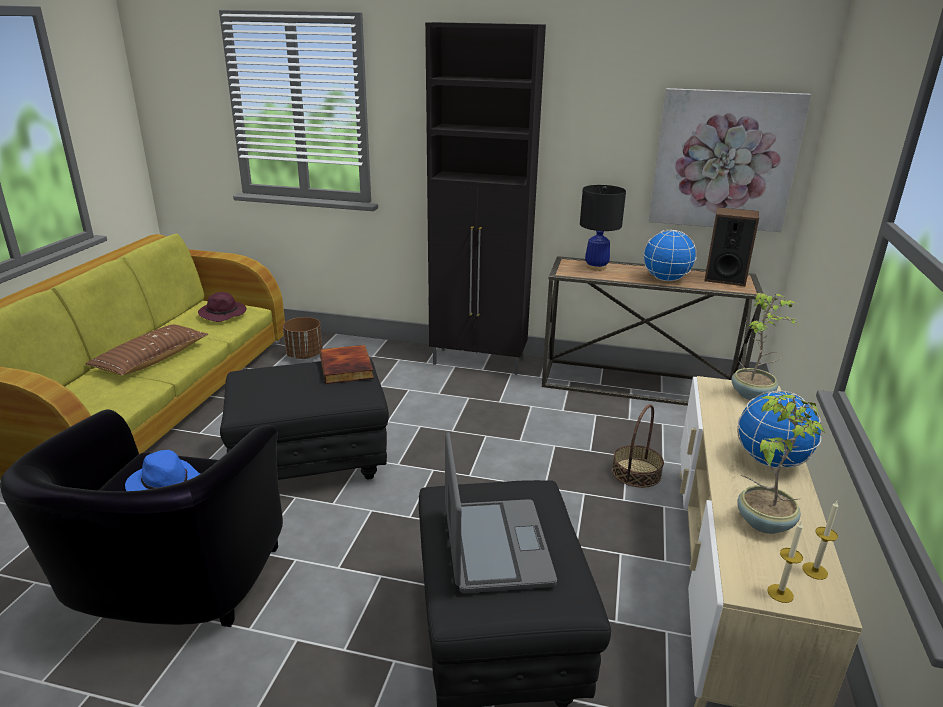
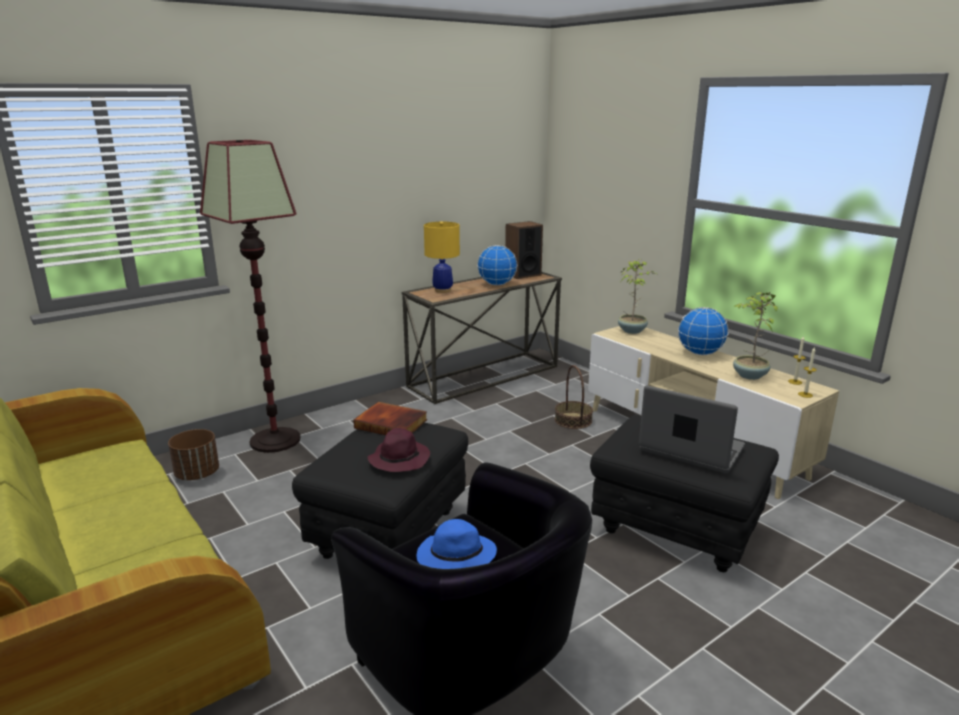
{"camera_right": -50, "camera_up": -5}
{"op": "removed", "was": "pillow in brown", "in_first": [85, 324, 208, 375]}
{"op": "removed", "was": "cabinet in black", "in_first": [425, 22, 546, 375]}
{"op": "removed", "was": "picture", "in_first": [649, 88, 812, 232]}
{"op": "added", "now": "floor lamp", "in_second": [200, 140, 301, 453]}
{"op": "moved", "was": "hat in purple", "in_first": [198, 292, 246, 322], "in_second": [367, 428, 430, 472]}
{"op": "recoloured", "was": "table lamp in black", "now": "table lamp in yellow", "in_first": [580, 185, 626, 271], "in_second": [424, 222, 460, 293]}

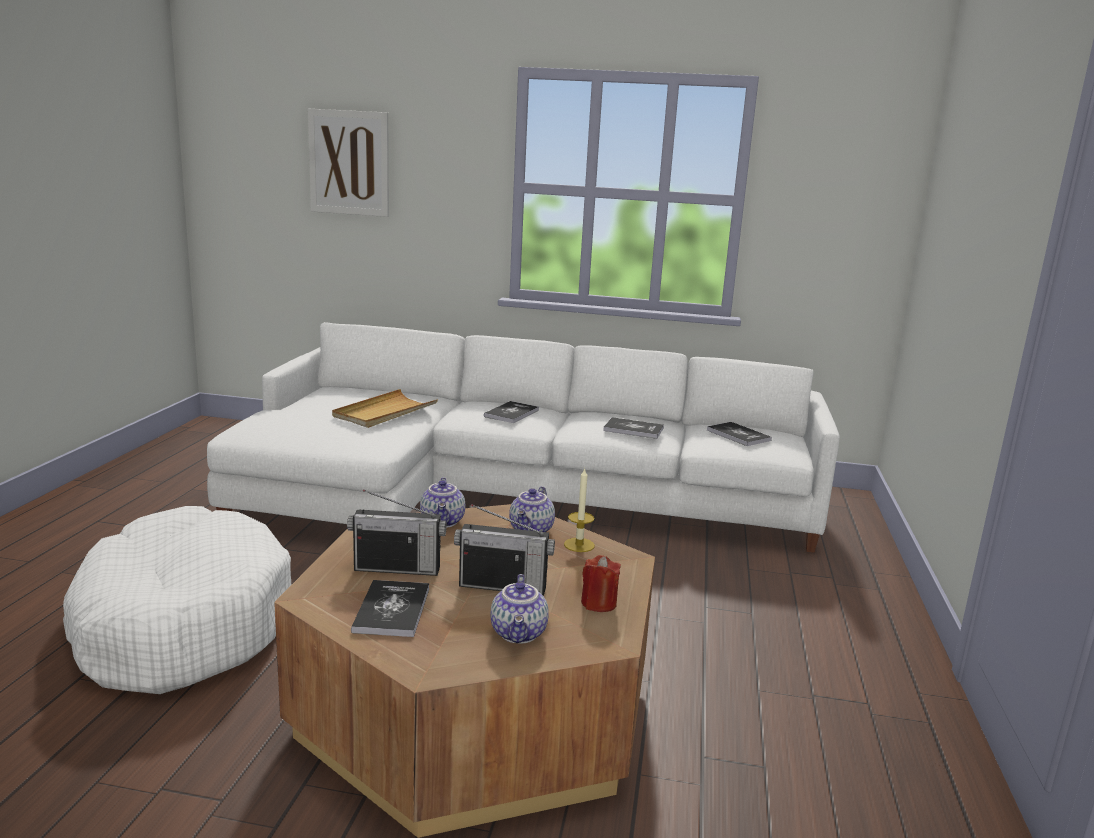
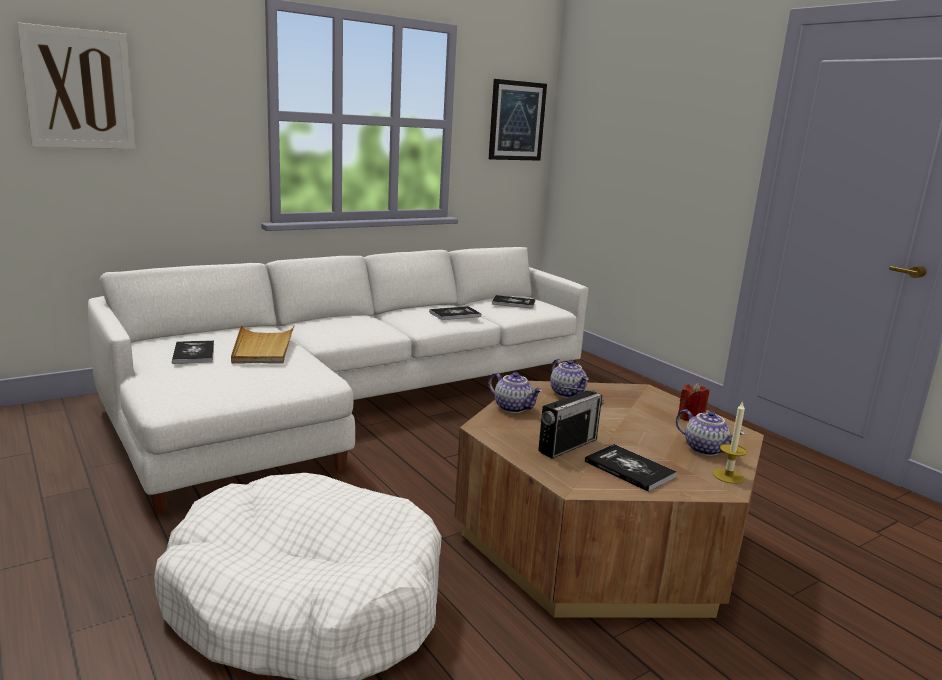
{"camera_right": -45, "camera_up": 0}
{"op": "removed", "was": "radio", "in_first": [454, 504, 555, 596]}
{"op": "added", "now": "picture", "in_second": [489, 79, 547, 161]}
{"op": "moved", "was": "book", "in_first": [484, 401, 539, 423], "in_second": [172, 340, 214, 364]}
{"op": "moved", "was": "candle", "in_first": [564, 468, 595, 552], "in_second": [713, 401, 747, 484]}

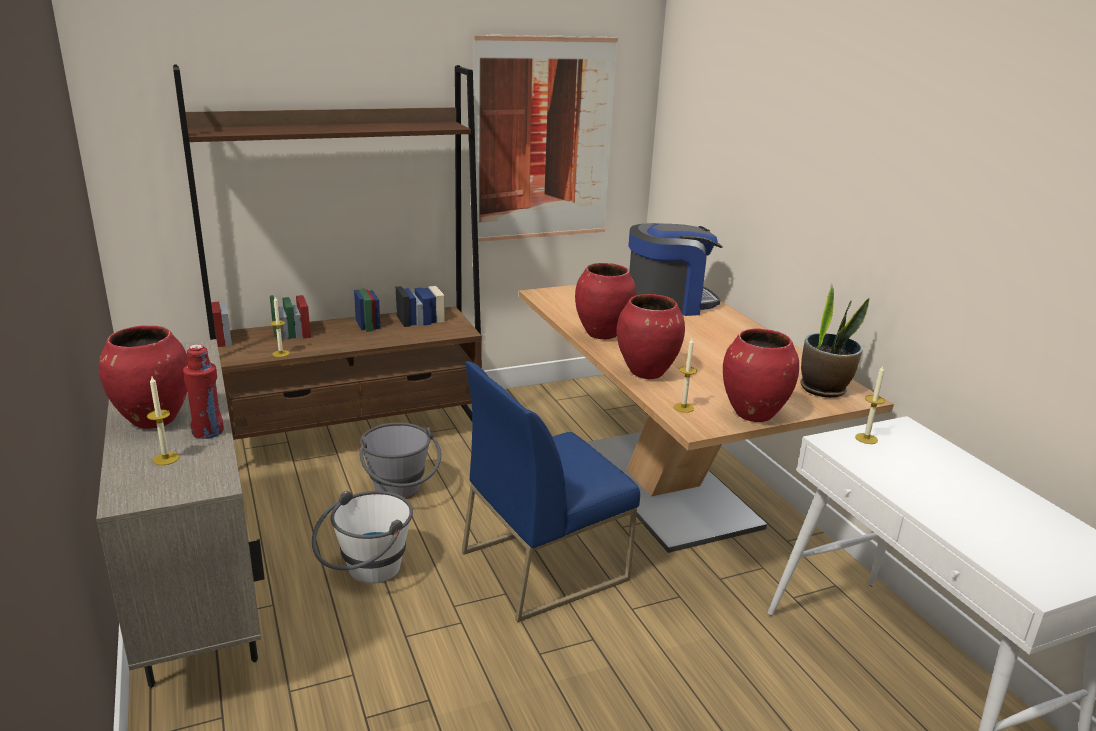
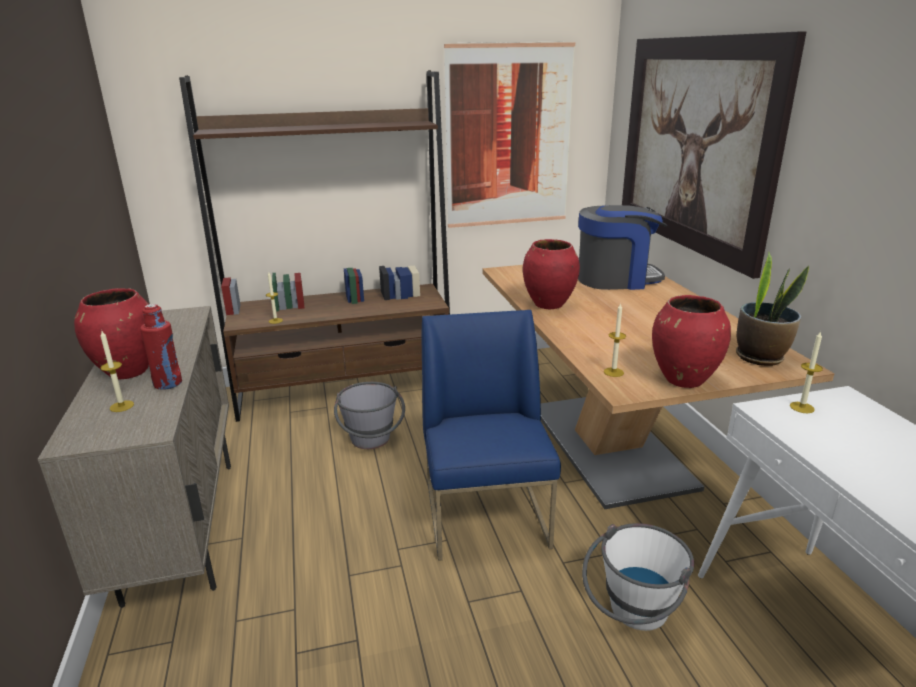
{"camera_right": 10, "camera_up": 0}
{"op": "removed", "was": "vase in red", "in_first": [617, 294, 685, 379]}
{"op": "added", "now": "picture", "in_second": [622, 31, 807, 279]}
{"op": "moved", "was": "bucket in white", "in_first": [312, 490, 413, 584], "in_second": [582, 523, 694, 631]}
{"op": "turned", "was": "chair in blue", "in_first": [462, 361, 640, 622], "in_second": [422, 310, 561, 561], "clockwise": 105}

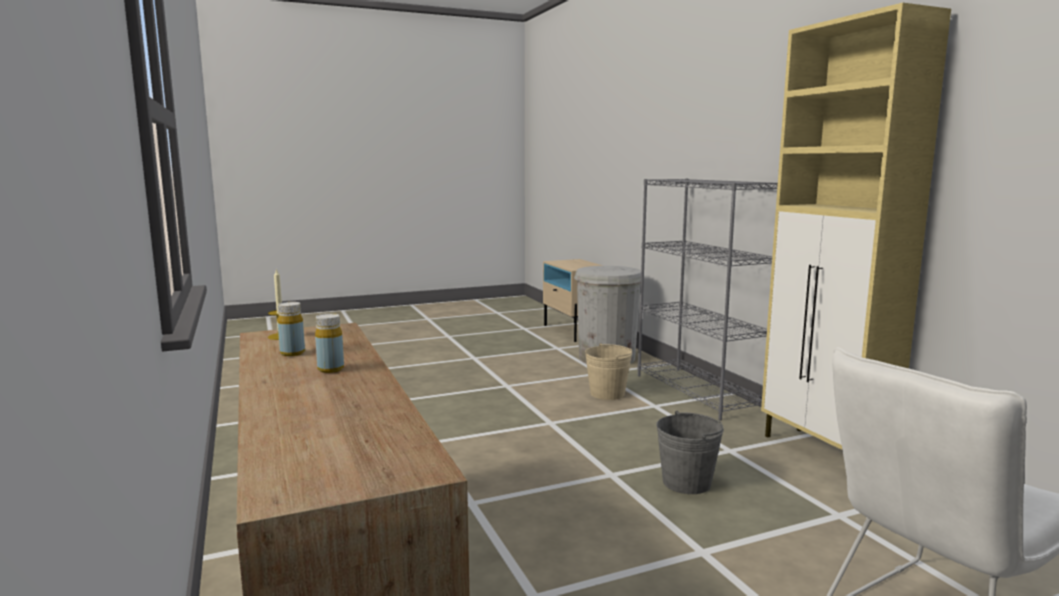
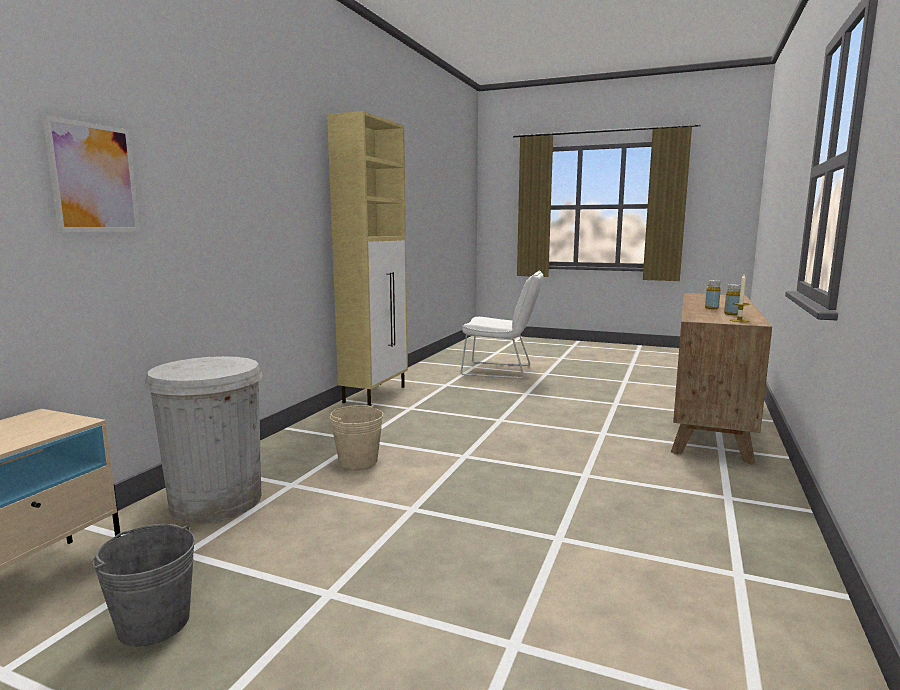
{"camera_right": -135, "camera_up": 0}
{"op": "removed", "was": "bookcase in grey", "in_first": [638, 179, 778, 420]}
{"op": "added", "now": "picture", "in_second": [42, 115, 140, 232]}
{"op": "moved", "was": "bucket in grey", "in_first": [656, 411, 724, 494], "in_second": [92, 524, 195, 647]}

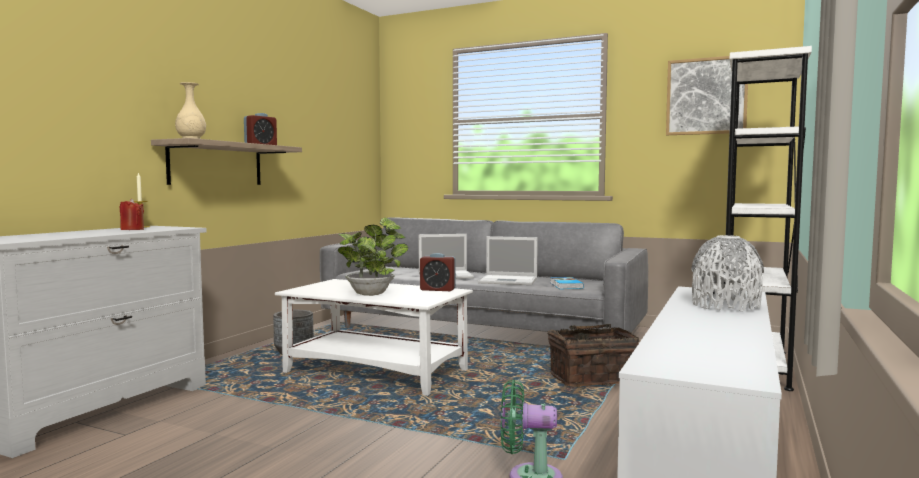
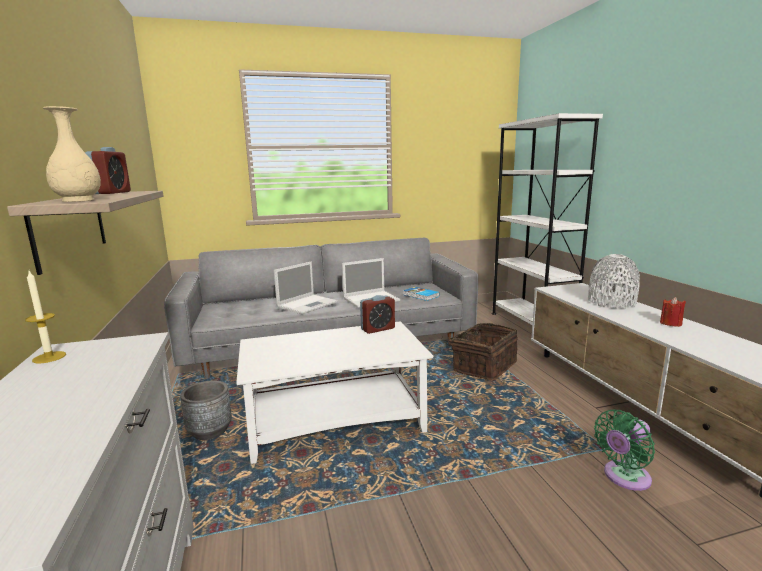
{"camera_right": -40, "camera_up": 10}
{"op": "removed", "was": "potted plant", "in_first": [338, 218, 408, 296]}
{"op": "removed", "was": "picture", "in_first": [666, 56, 748, 135]}
{"op": "moved", "was": "candle in red", "in_first": [119, 199, 144, 230], "in_second": [660, 297, 686, 327]}

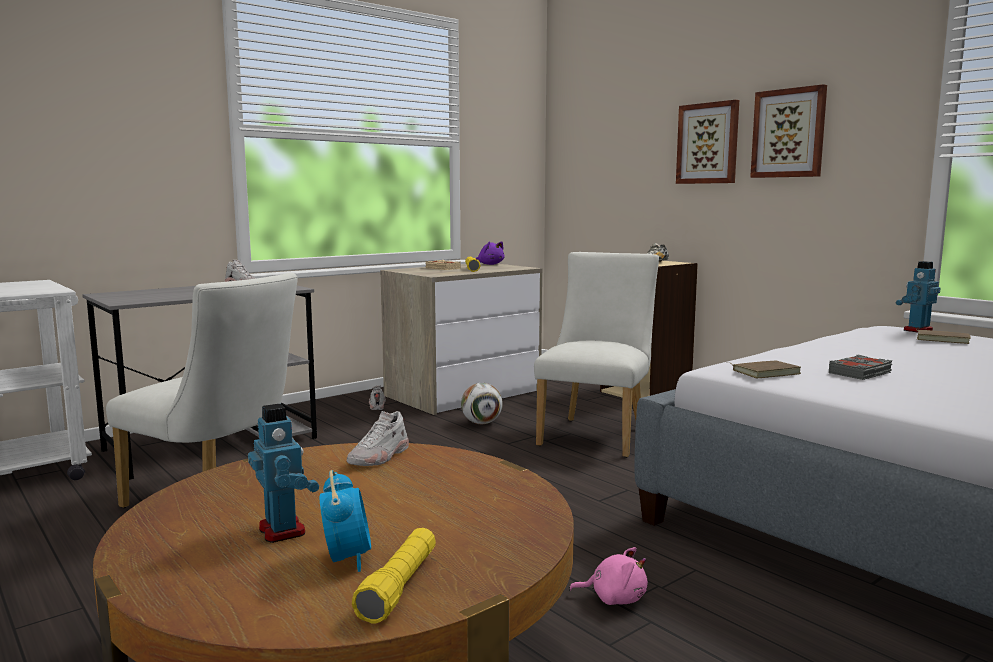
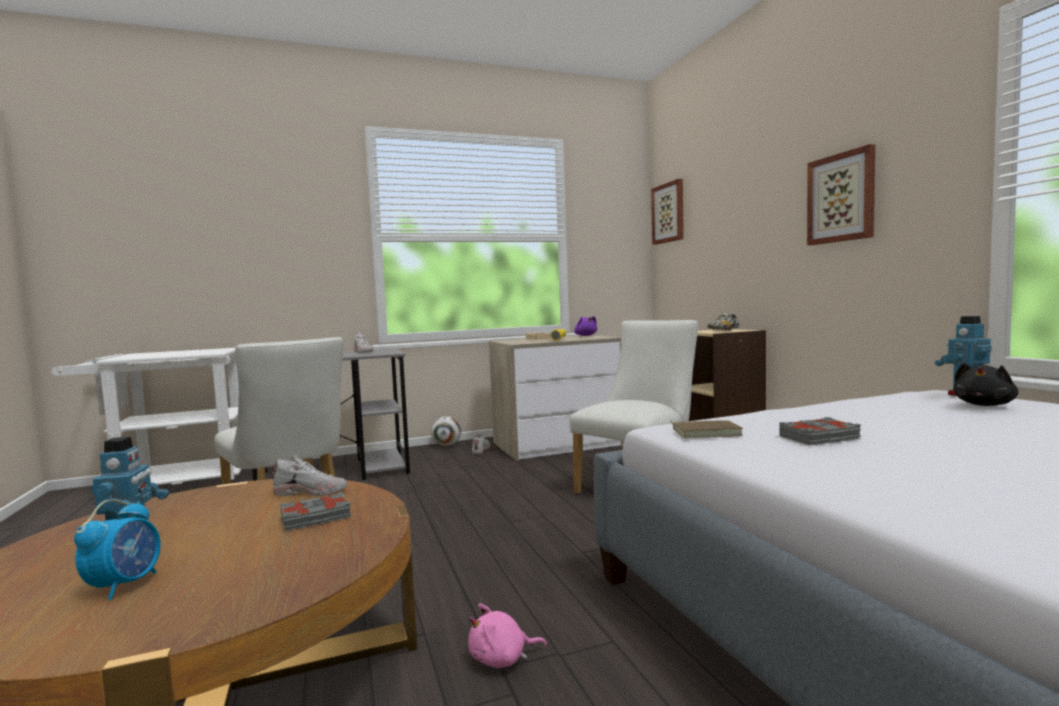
{"camera_right": 20, "camera_up": -5}
{"op": "removed", "was": "flashlight in yellow", "in_first": [352, 528, 436, 624]}
{"op": "added", "now": "book in grey", "in_second": [280, 492, 351, 531]}
{"op": "moved", "was": "football", "in_first": [461, 383, 503, 424], "in_second": [431, 416, 461, 446]}
{"op": "moved", "was": "picture", "in_first": [676, 100, 739, 184], "in_second": [651, 179, 684, 245]}
{"op": "replaced", "was": "book in brown", "now": "plush toy in black", "in_first": [916, 329, 971, 344], "in_second": [954, 362, 1018, 406]}
{"op": "turned", "was": "shoe in white", "in_first": [347, 411, 409, 466], "in_second": [272, 455, 347, 496], "clockwise": -135}
{"op": "turned", "was": "plush toy in pink", "in_first": [569, 547, 648, 605], "in_second": [468, 603, 547, 668], "clockwise": 135}

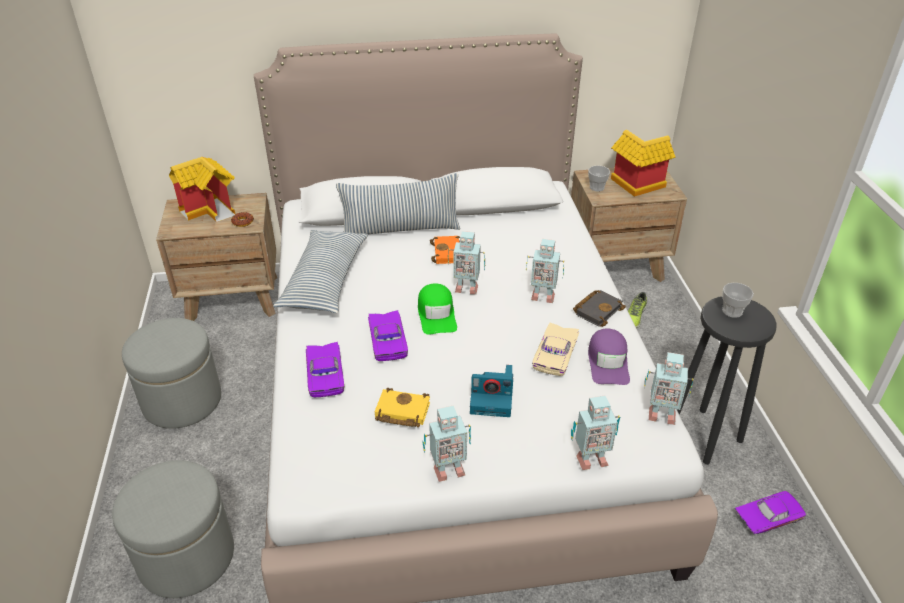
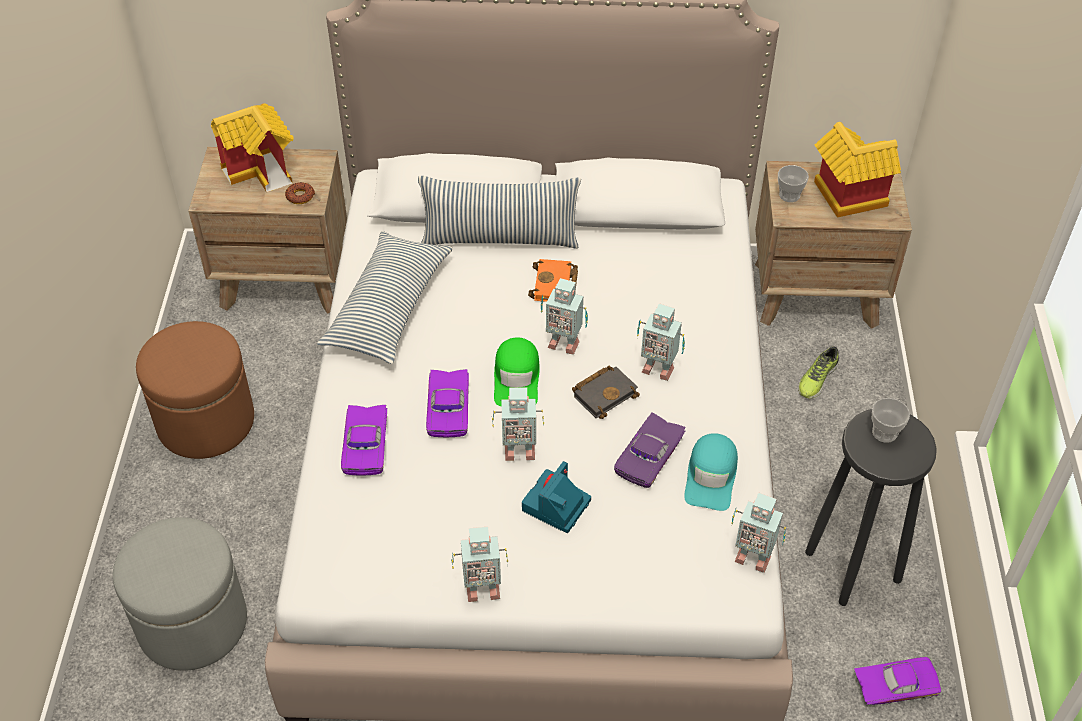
{"camera_right": 10, "camera_up": 10}
{"op": "removed", "was": "book in yellow", "in_first": [375, 388, 430, 427]}
{"op": "moved", "was": "toy robot", "in_first": [571, 396, 621, 470], "in_second": [492, 387, 544, 461]}
{"op": "moved", "was": "book in black", "in_first": [573, 290, 626, 327], "in_second": [572, 366, 640, 419]}
{"op": "recoloured", "was": "ottoman in grey", "now": "ottoman in brown", "in_first": [122, 318, 221, 429], "in_second": [136, 321, 254, 459]}
{"op": "recoloured", "was": "toy car in beige", "now": "toy car in purple", "in_first": [532, 323, 579, 376], "in_second": [614, 413, 686, 488]}
{"op": "recoloured", "was": "cap in purple", "now": "cap in turquoise", "in_first": [588, 328, 630, 385], "in_second": [684, 433, 738, 511]}
{"op": "turned", "was": "photo camera", "in_first": [470, 365, 513, 417], "in_second": [522, 461, 591, 533], "clockwise": 105}

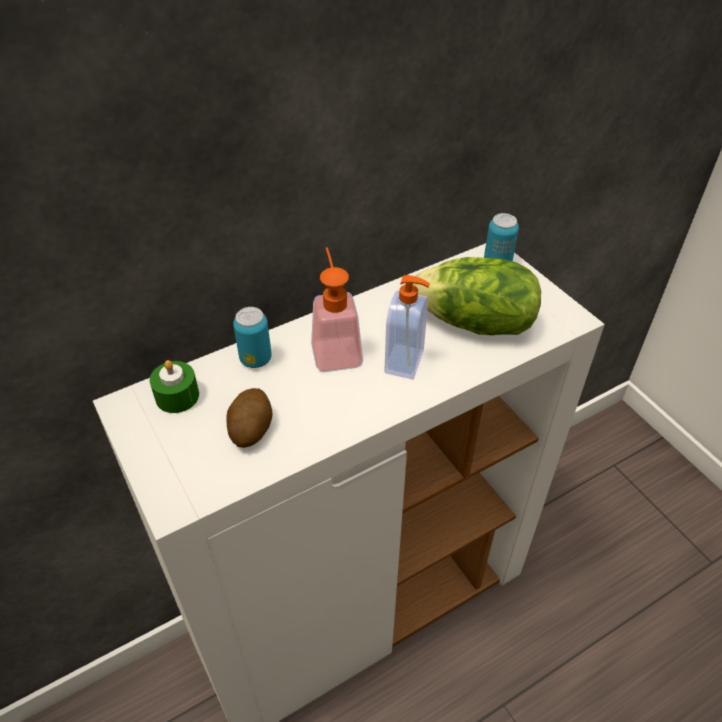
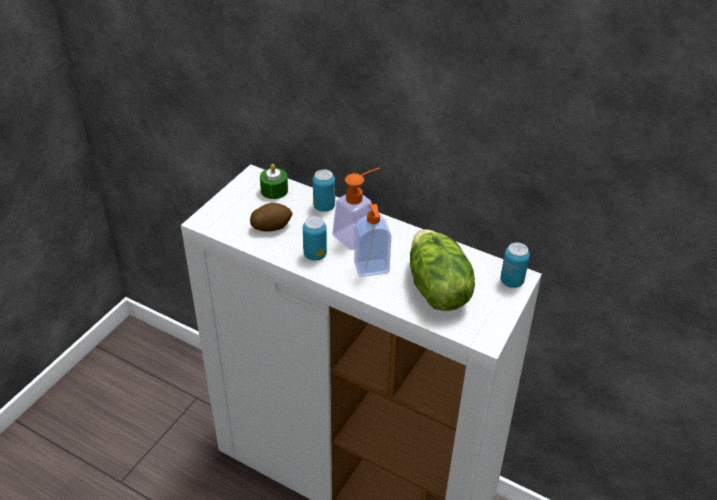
{"camera_right": 60, "camera_up": -5}
{"op": "added", "now": "can", "in_second": [303, 216, 327, 261]}

